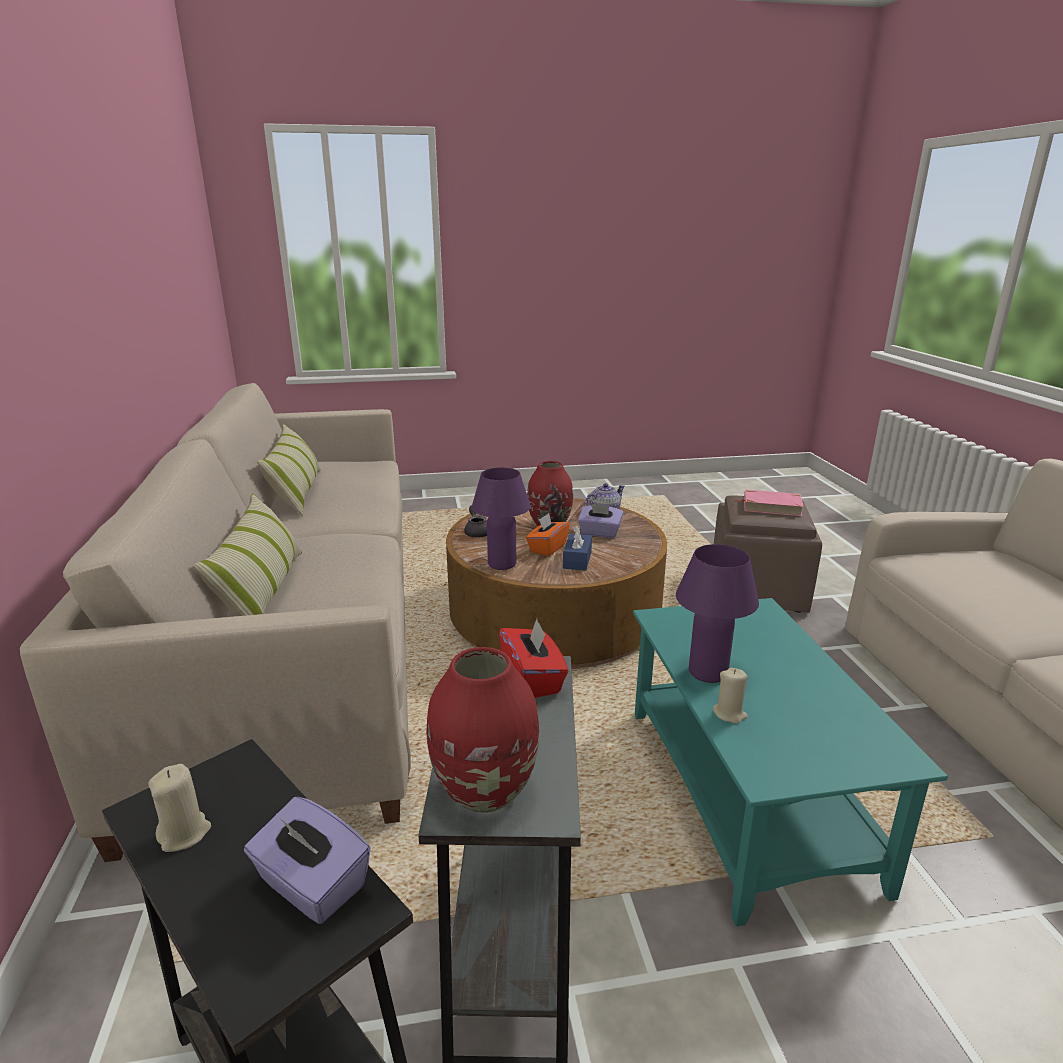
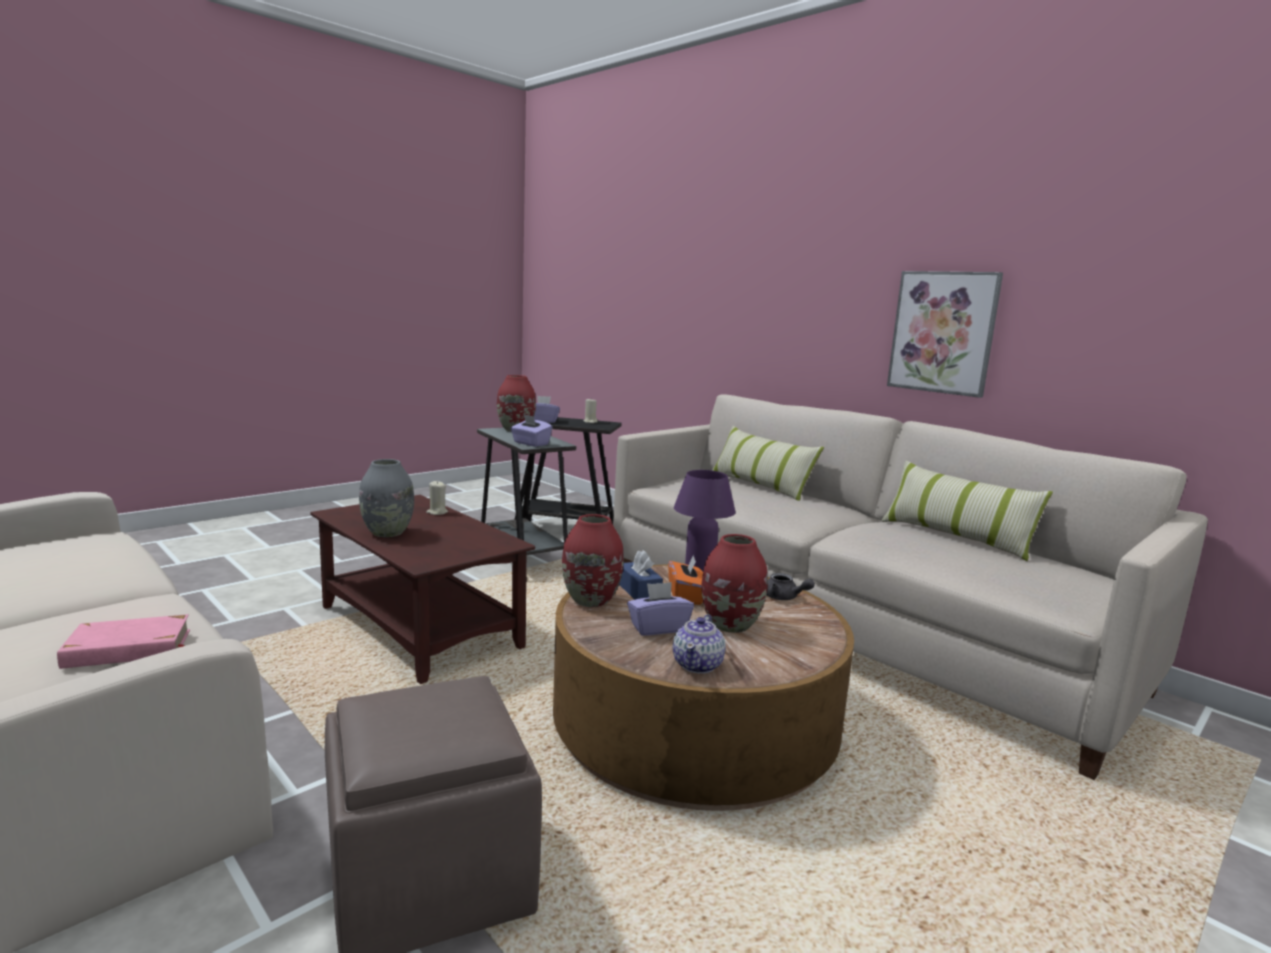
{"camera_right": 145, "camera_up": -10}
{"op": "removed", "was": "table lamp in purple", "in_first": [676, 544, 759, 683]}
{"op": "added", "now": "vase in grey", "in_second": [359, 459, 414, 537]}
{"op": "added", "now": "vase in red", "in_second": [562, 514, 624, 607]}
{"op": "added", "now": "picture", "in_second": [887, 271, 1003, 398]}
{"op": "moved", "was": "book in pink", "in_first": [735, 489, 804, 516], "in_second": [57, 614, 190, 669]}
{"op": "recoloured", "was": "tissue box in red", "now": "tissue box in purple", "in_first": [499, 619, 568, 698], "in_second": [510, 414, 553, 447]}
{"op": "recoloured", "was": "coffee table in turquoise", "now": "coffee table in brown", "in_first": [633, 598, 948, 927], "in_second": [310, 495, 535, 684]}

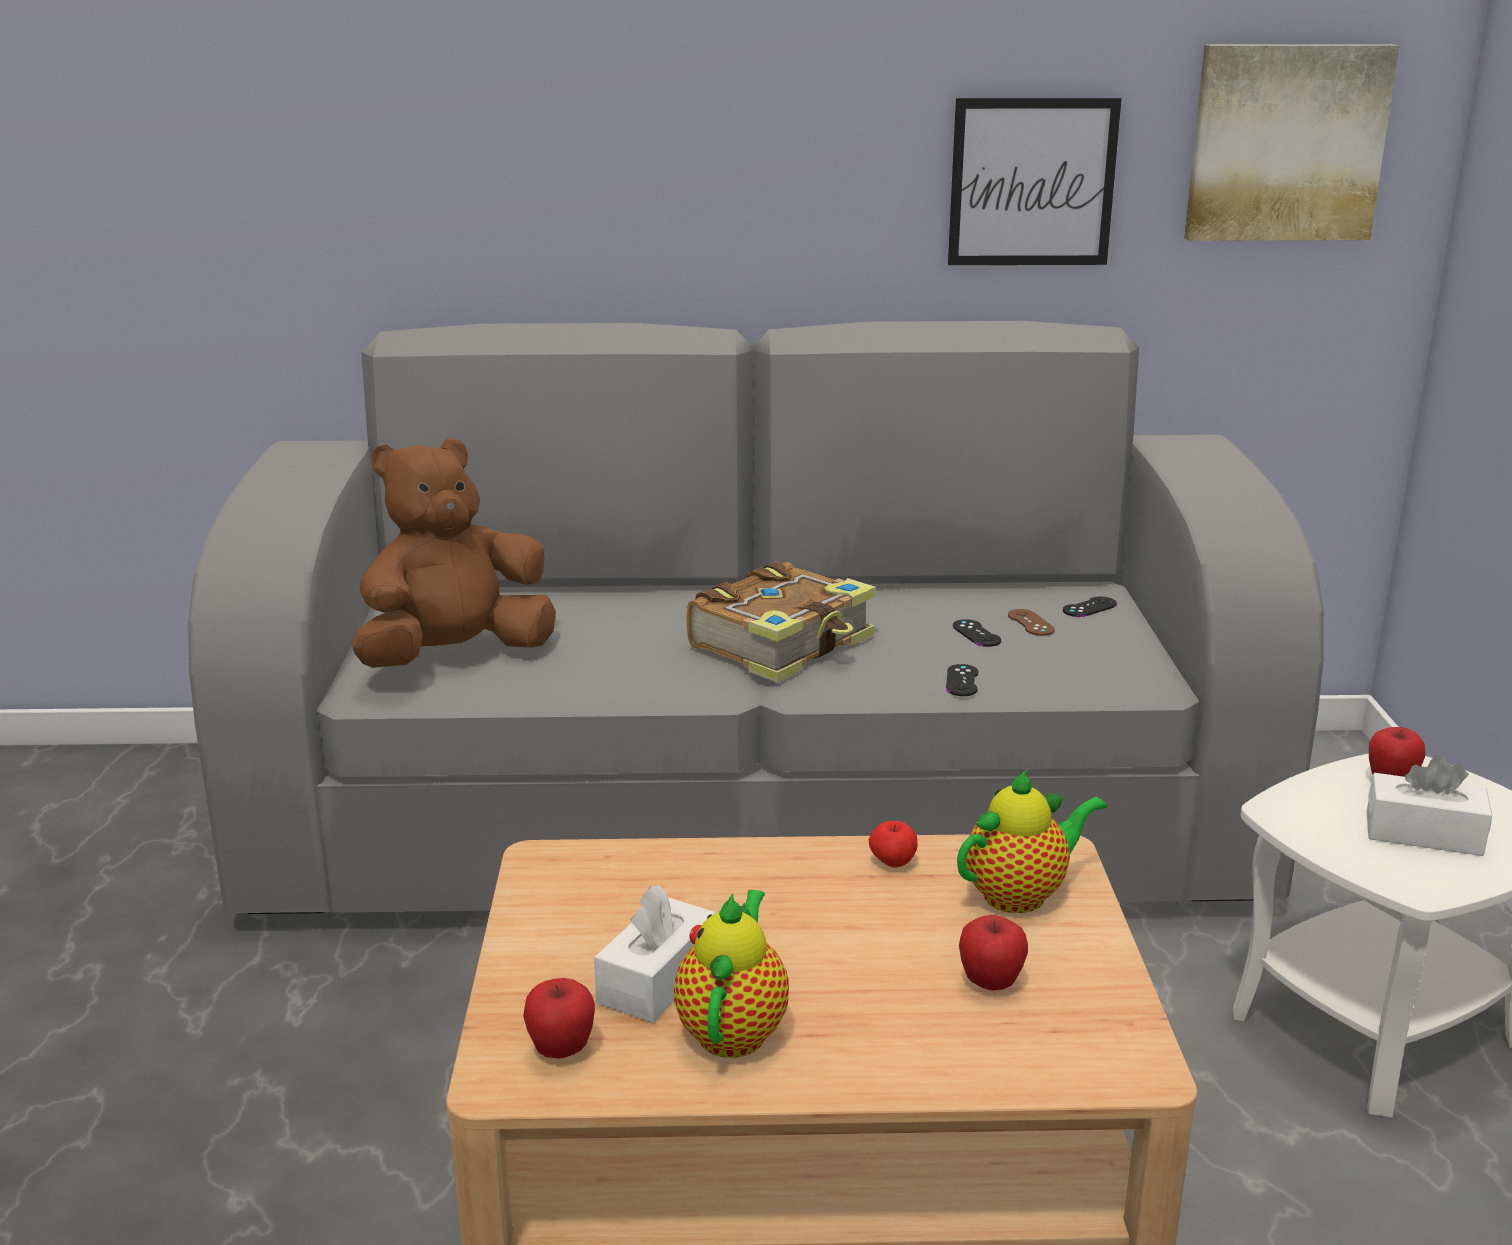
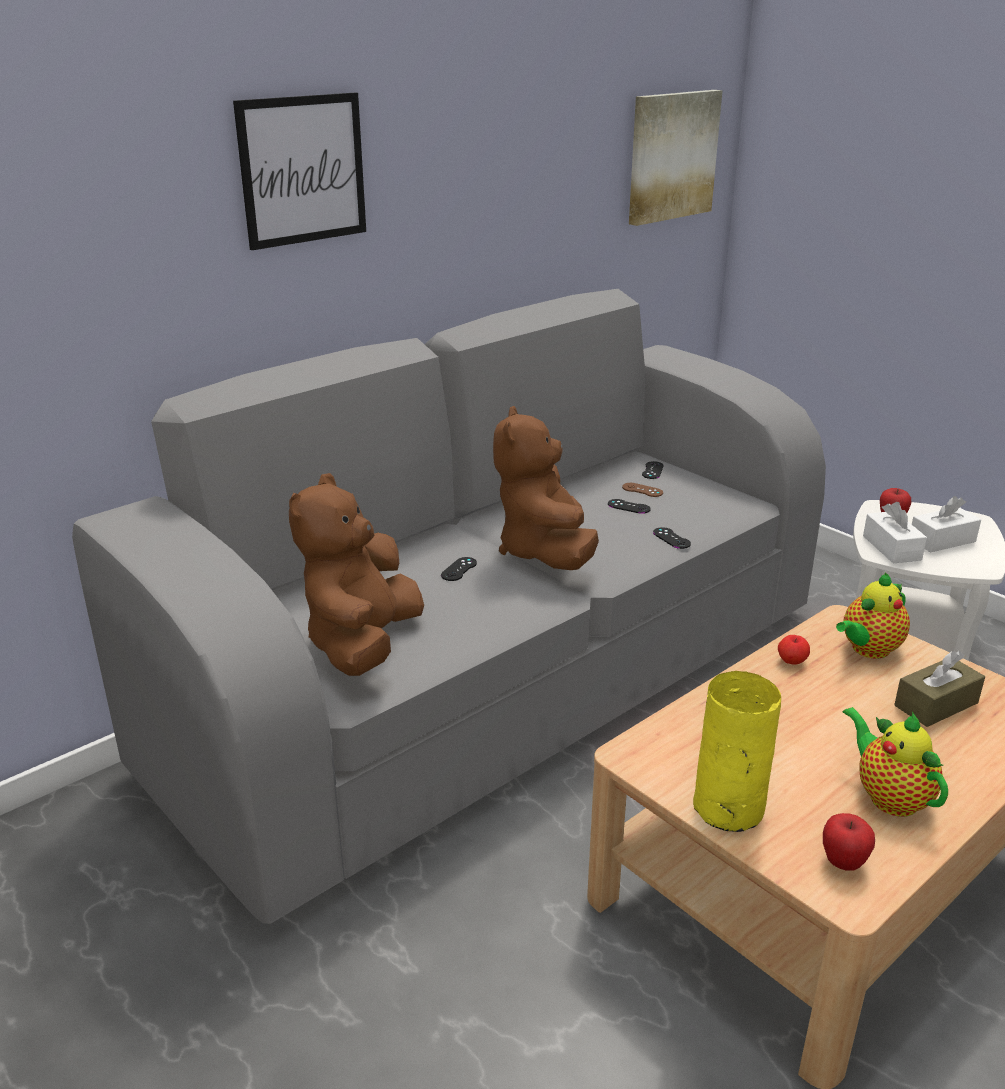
{"camera_right": -40, "camera_up": 5}
{"op": "added", "now": "game controller in black", "in_second": [441, 557, 477, 581]}
{"op": "added", "now": "vase in yellow", "in_second": [693, 671, 781, 832]}
{"op": "moved", "was": "tissue box in white", "in_first": [594, 885, 716, 1023], "in_second": [863, 502, 927, 563]}
{"op": "moved", "was": "picture", "in_first": [948, 98, 1122, 265], "in_second": [233, 93, 366, 250]}
{"op": "replaced", "was": "book", "now": "plush toy in brown", "in_first": [687, 562, 876, 682], "in_second": [493, 406, 599, 570]}
{"op": "replaced", "was": "apple", "now": "tissue box in brown", "in_first": [959, 915, 1028, 991], "in_second": [894, 651, 985, 727]}
{"op": "turned", "was": "teapot", "in_first": [957, 770, 1107, 913], "in_second": [836, 573, 910, 659], "clockwise": -150}

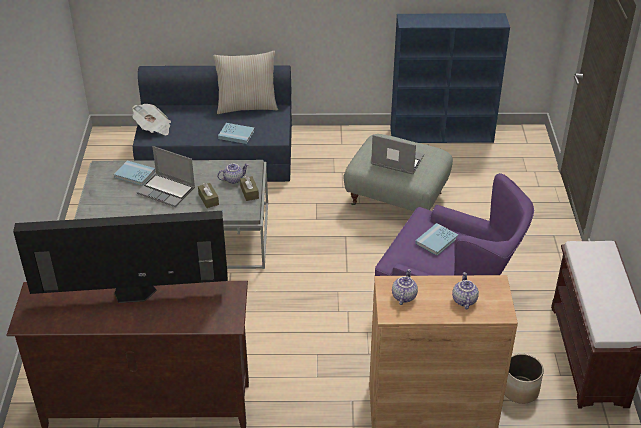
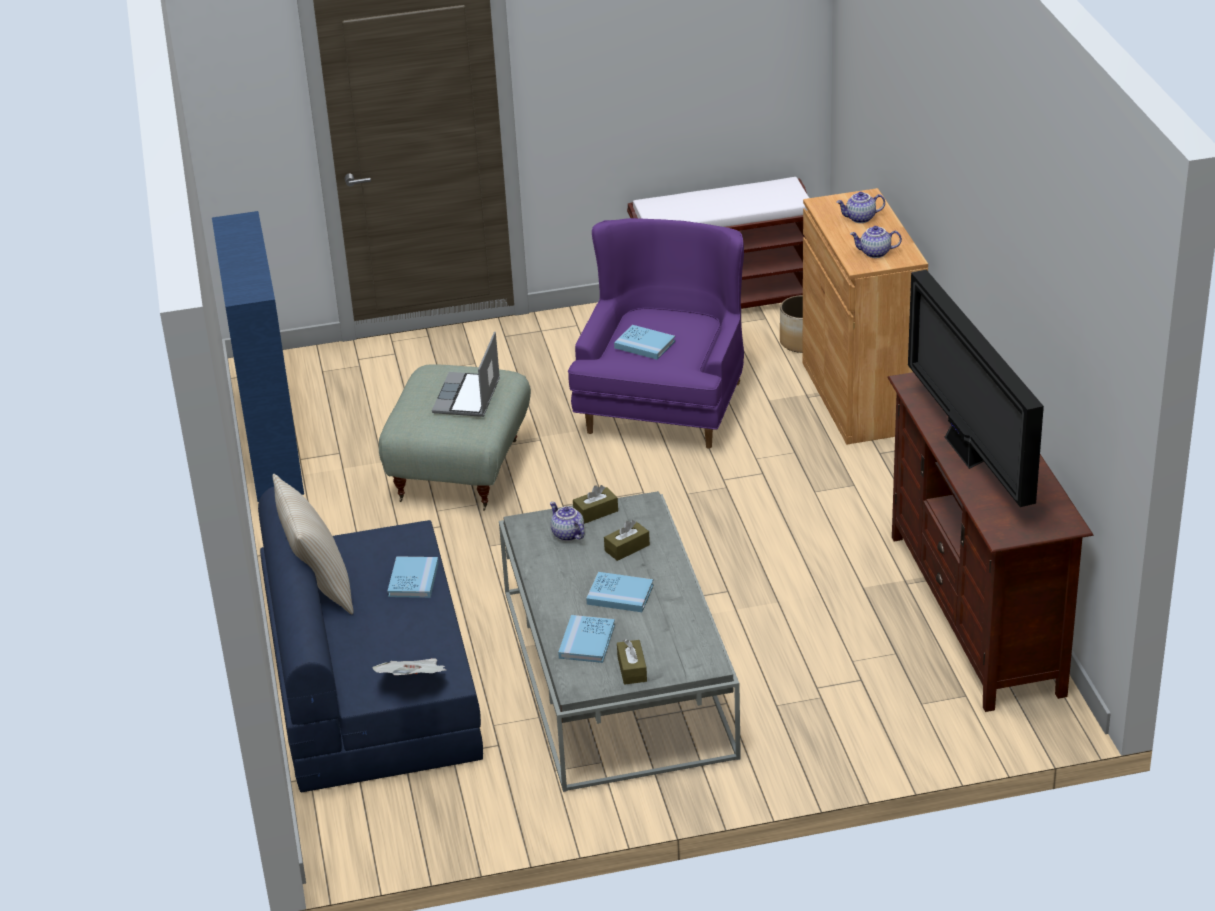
{"camera_right": -100, "camera_up": -5}
{"op": "added", "now": "tissue box in brown", "in_second": [617, 639, 647, 685]}
{"op": "replaced", "was": "laptop", "now": "book in blue", "in_first": [137, 146, 195, 207], "in_second": [586, 572, 653, 612]}

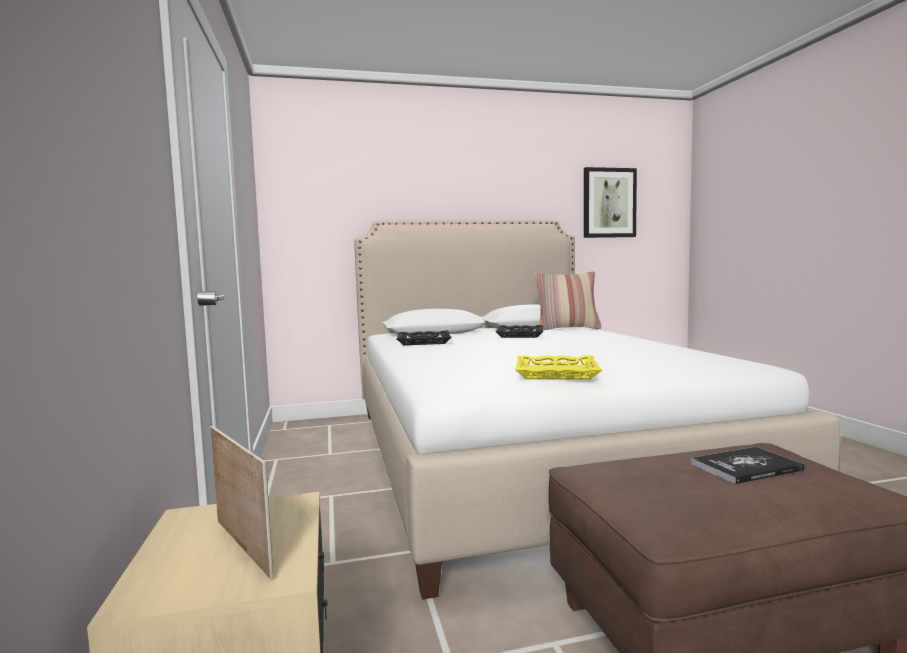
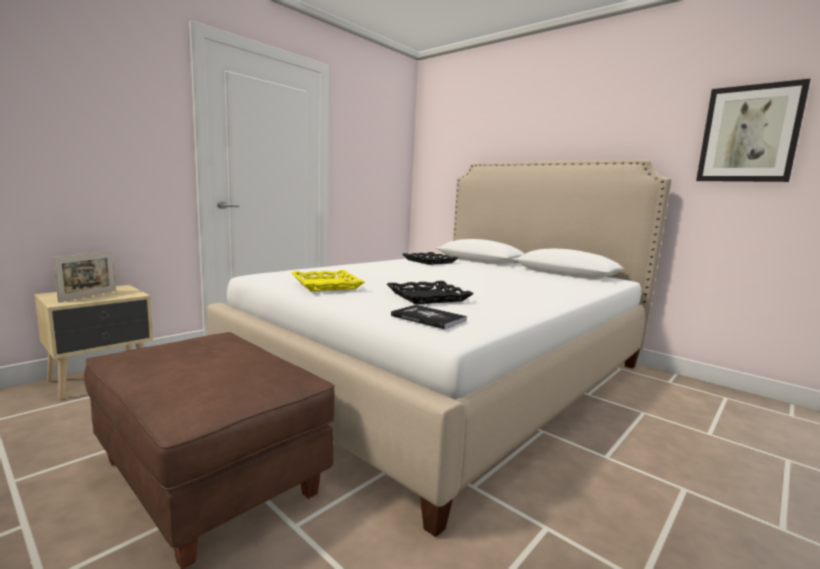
{"camera_right": 55, "camera_up": 5}
{"op": "removed", "was": "pillow", "in_first": [535, 271, 601, 330]}
{"op": "moved", "was": "tray in black", "in_first": [495, 325, 543, 338], "in_second": [387, 281, 474, 304]}
{"op": "moved", "was": "book", "in_first": [691, 447, 805, 484], "in_second": [391, 305, 467, 330]}

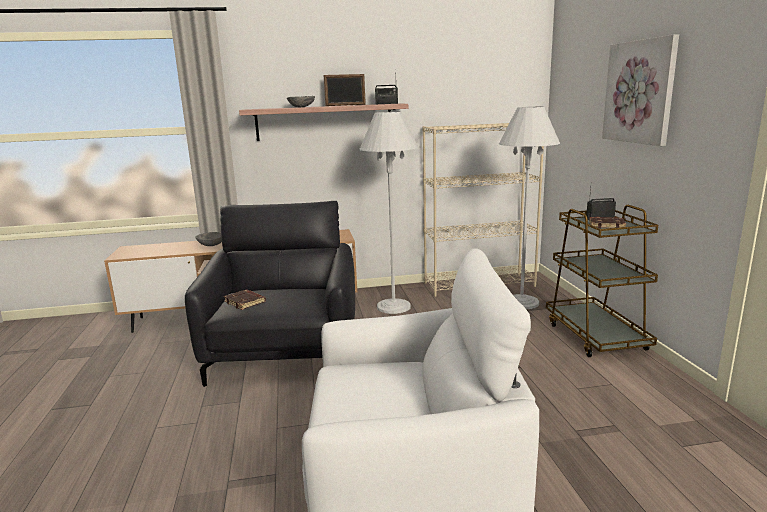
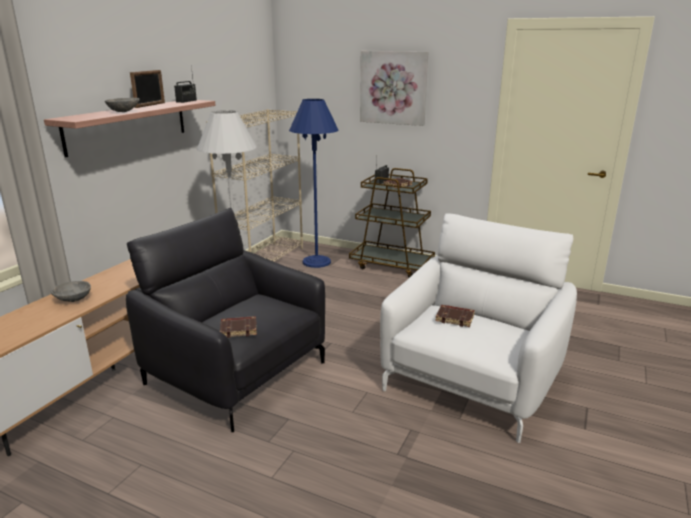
{"camera_right": -55, "camera_up": 5}
{"op": "added", "now": "book in brown", "in_second": [435, 305, 475, 327]}
{"op": "recoloured", "was": "floor lamp in white", "now": "floor lamp in blue", "in_first": [499, 107, 560, 309], "in_second": [289, 99, 339, 268]}

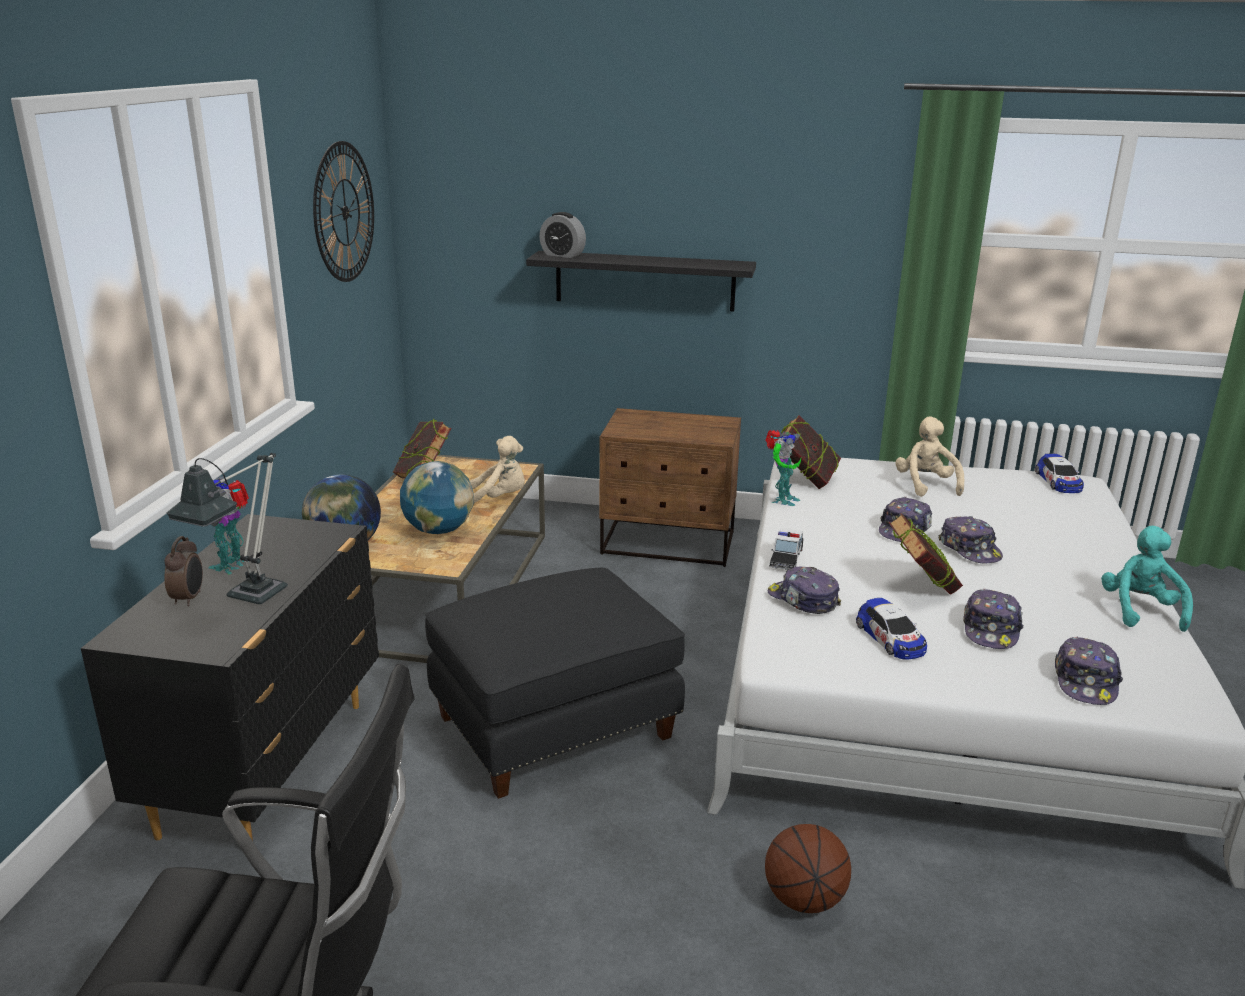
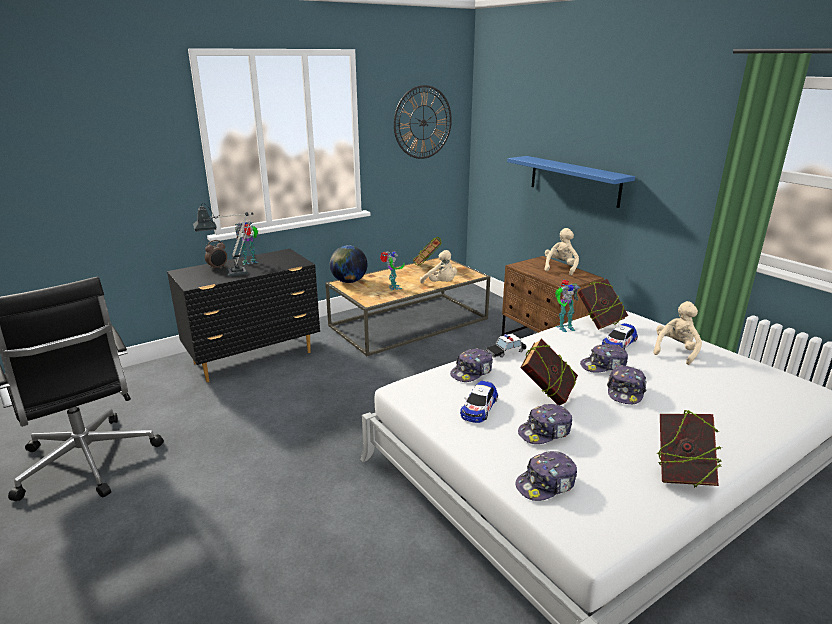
{"camera_right": 45, "camera_up": 0}
{"op": "removed", "was": "ottoman in black", "in_first": [425, 568, 685, 799]}
{"op": "removed", "was": "alarm clock", "in_first": [539, 212, 586, 258]}
{"op": "removed", "was": "basketball", "in_first": [765, 824, 851, 913]}
{"op": "added", "now": "plush toy in beige", "in_second": [545, 228, 579, 275]}
{"op": "moved", "was": "toy car", "in_first": [1035, 454, 1084, 493], "in_second": [602, 323, 638, 349]}
{"op": "replaced", "was": "globe", "now": "toy robot", "in_first": [400, 461, 474, 534], "in_second": [380, 251, 405, 291]}
{"op": "replaced", "was": "plush toy in turquoise", "now": "book", "in_first": [1101, 526, 1193, 632], "in_second": [657, 410, 722, 488]}
{"op": "recoloured", "was": "shelf in black", "now": "shelf in blue", "in_first": [526, 251, 756, 312], "in_second": [507, 156, 635, 208]}
{"op": "turned", "was": "cap", "in_first": [768, 567, 841, 614], "in_second": [450, 348, 493, 382], "clockwise": -135}

